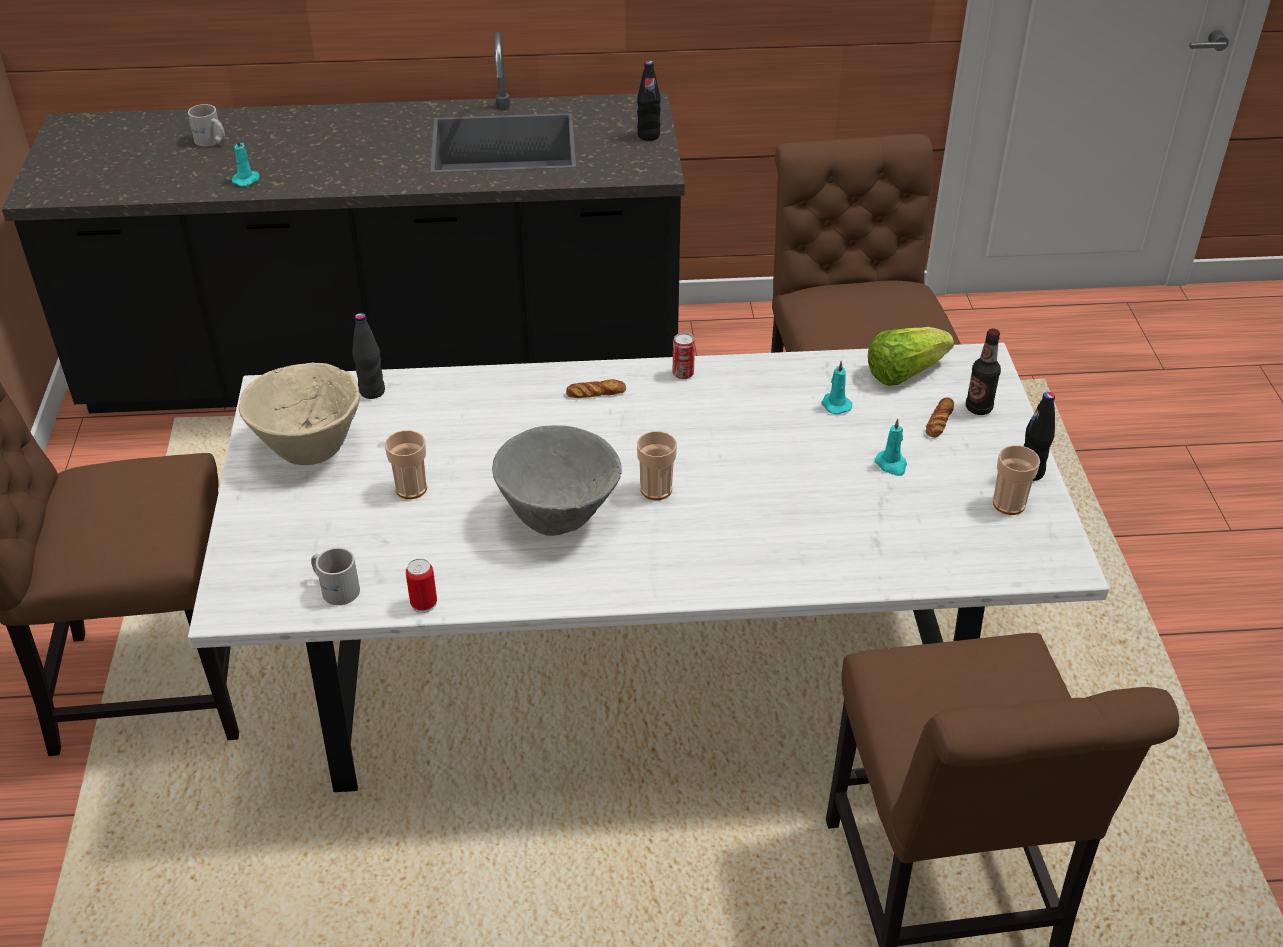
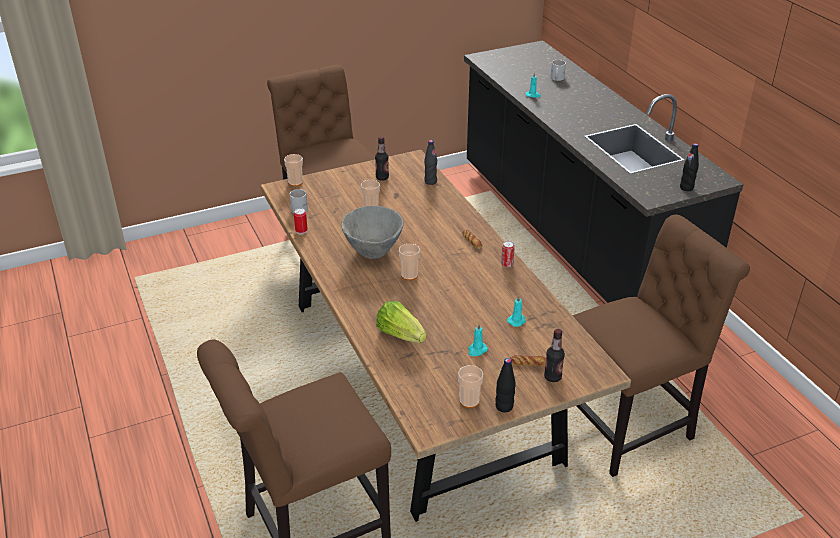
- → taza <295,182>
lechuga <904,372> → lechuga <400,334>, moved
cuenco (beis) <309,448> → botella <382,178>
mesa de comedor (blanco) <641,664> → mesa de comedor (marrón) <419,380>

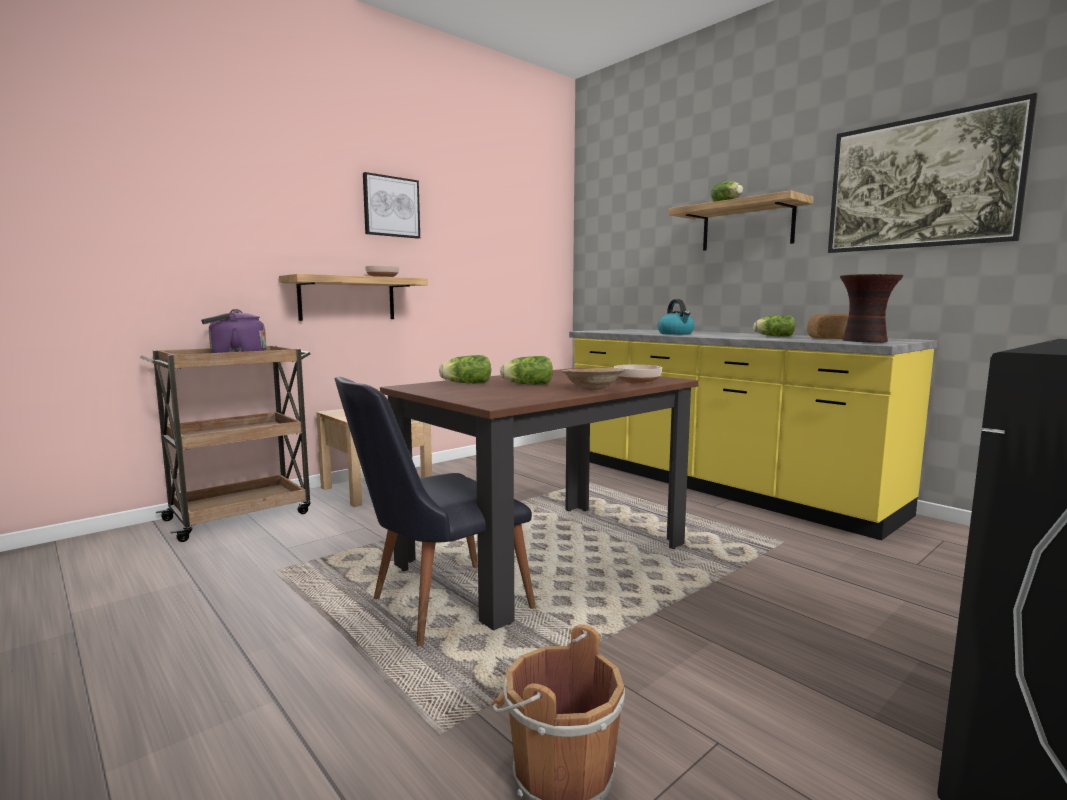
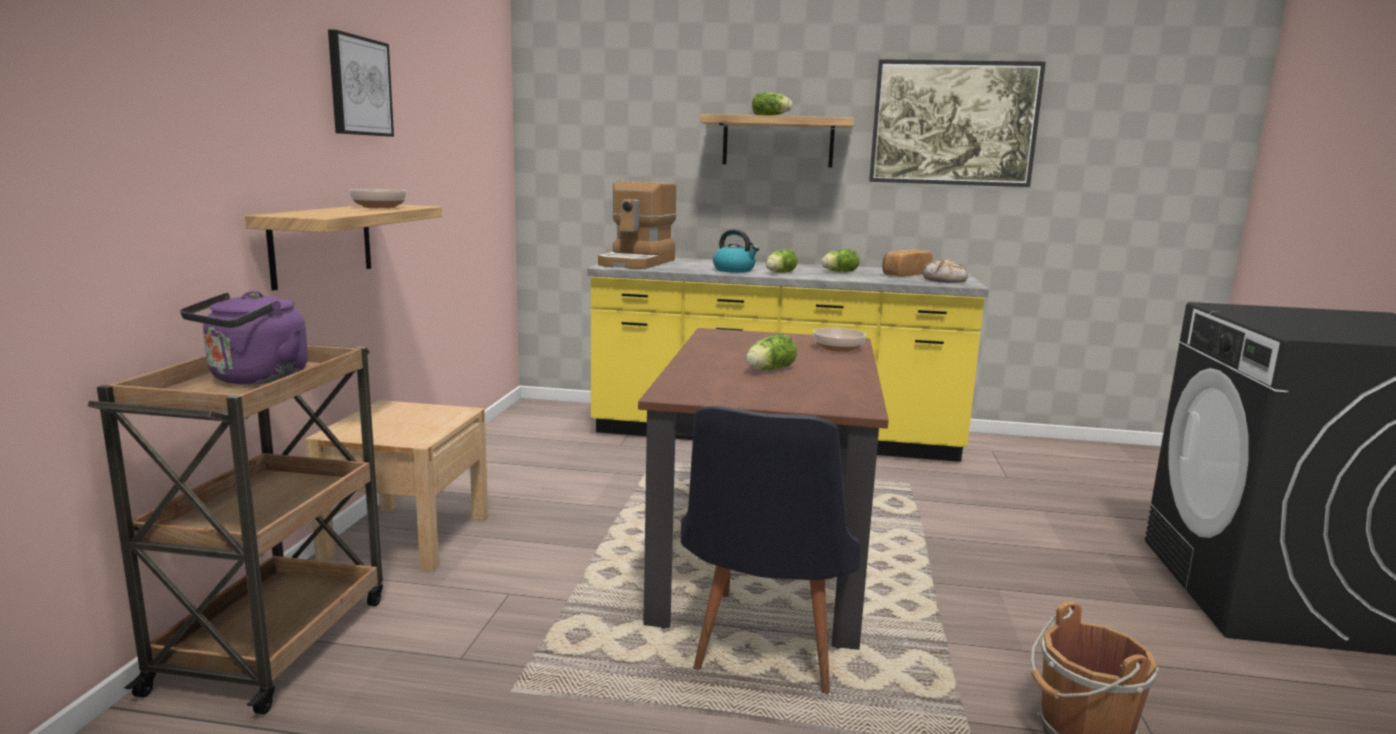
cuenco (marrón) <592,388> → -
- → cafetera <638,263>
lechuga <465,383> → lechuga <779,273>, moved
florero <865,341> → pan <944,280>

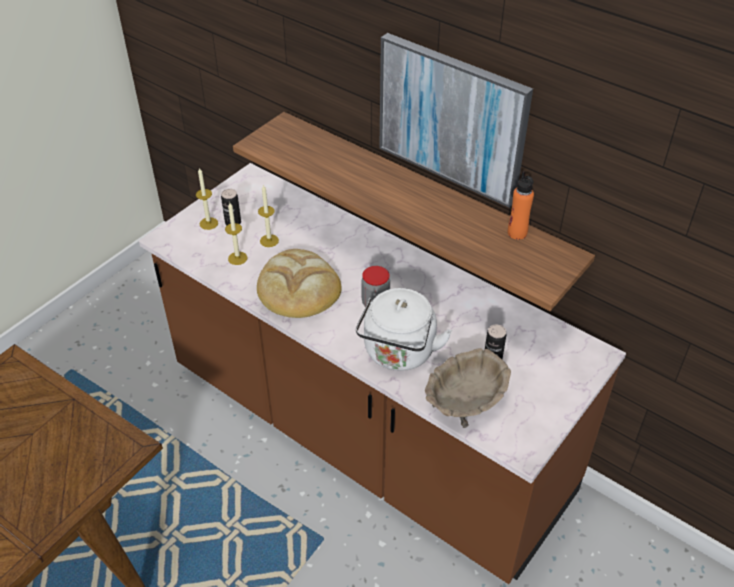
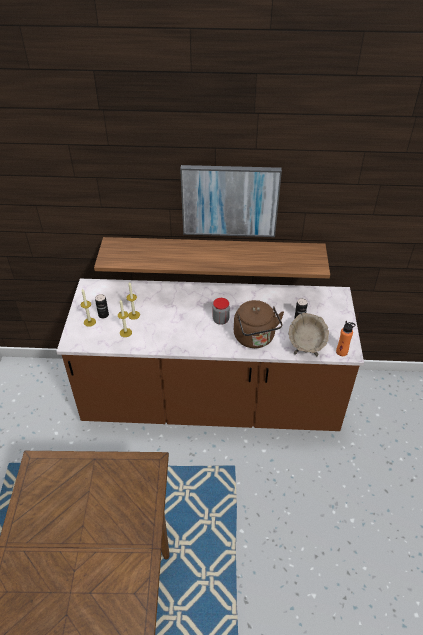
pan <298,288> → -
botella (naranja) <517,233> → botella (naranja) <342,352>, moved
hervidor (blanco) <398,354> → hervidor (marrón) <255,338>

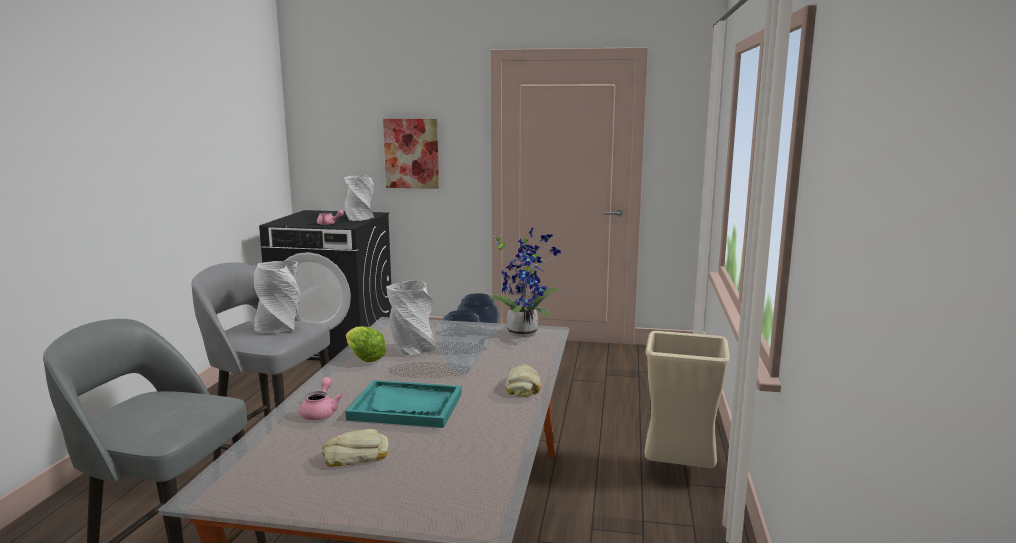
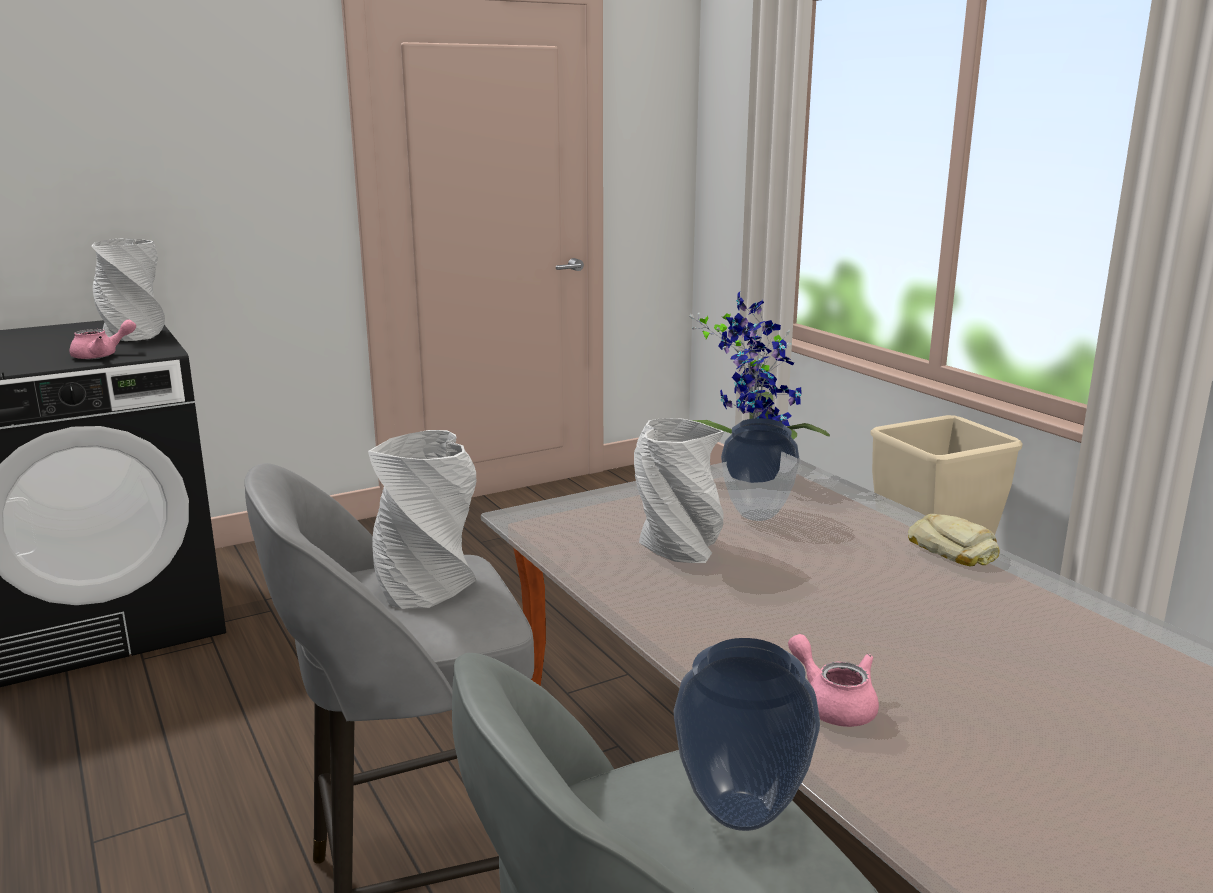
pan <355,455> → -
lechuga <365,358> → -
bandeja (turquesa) <406,406> → -
cuadro <411,153> → -
florero <462,369> → florero <743,813>, moved

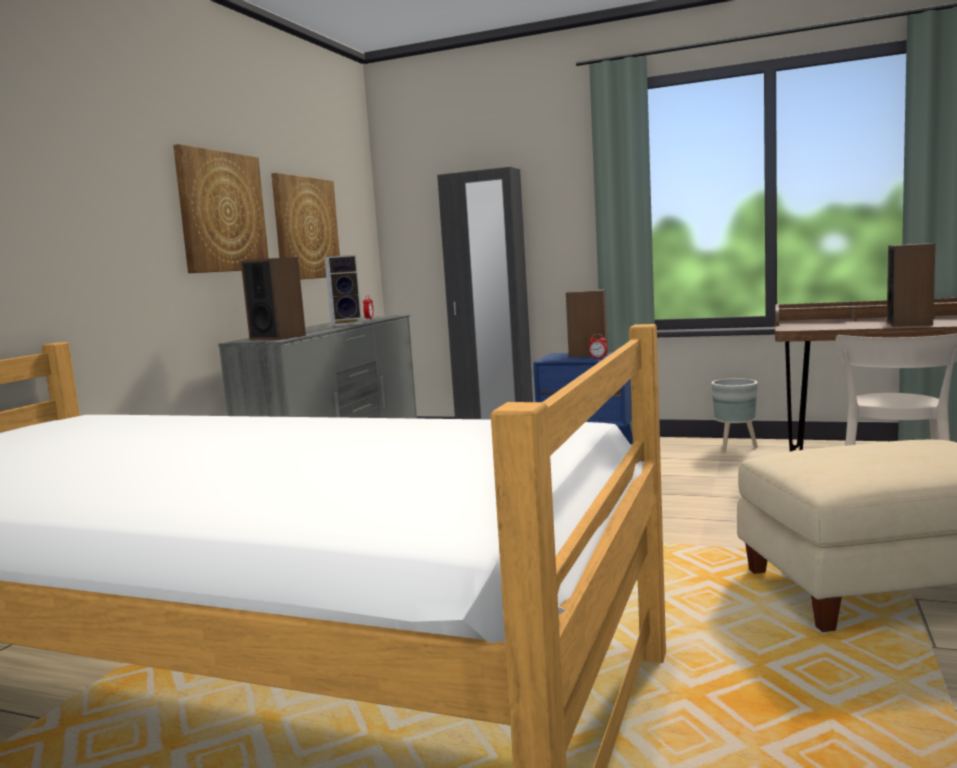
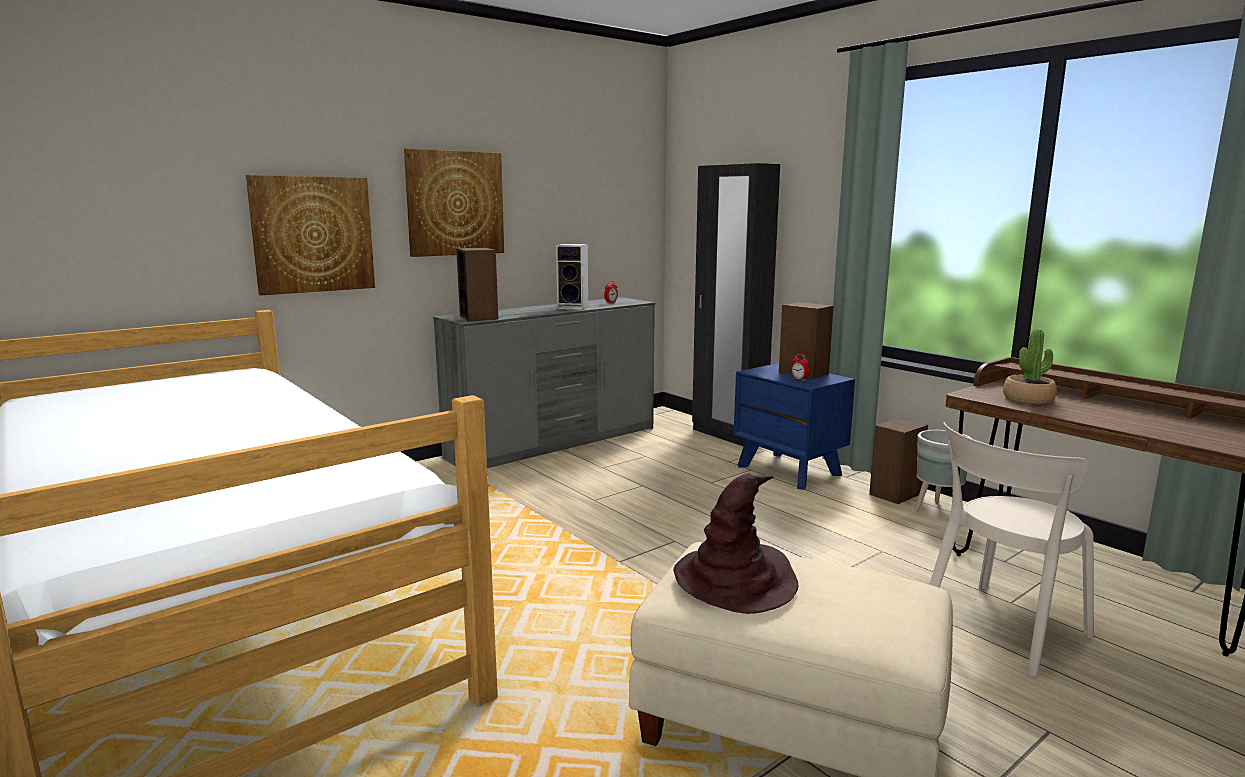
- → sombrero (marrón) <736,580>
- → planta en maceta <1028,399>
cuadro <305,228> → cuadro <313,234>, moved
altavoz <909,323> → altavoz <895,494>, moved

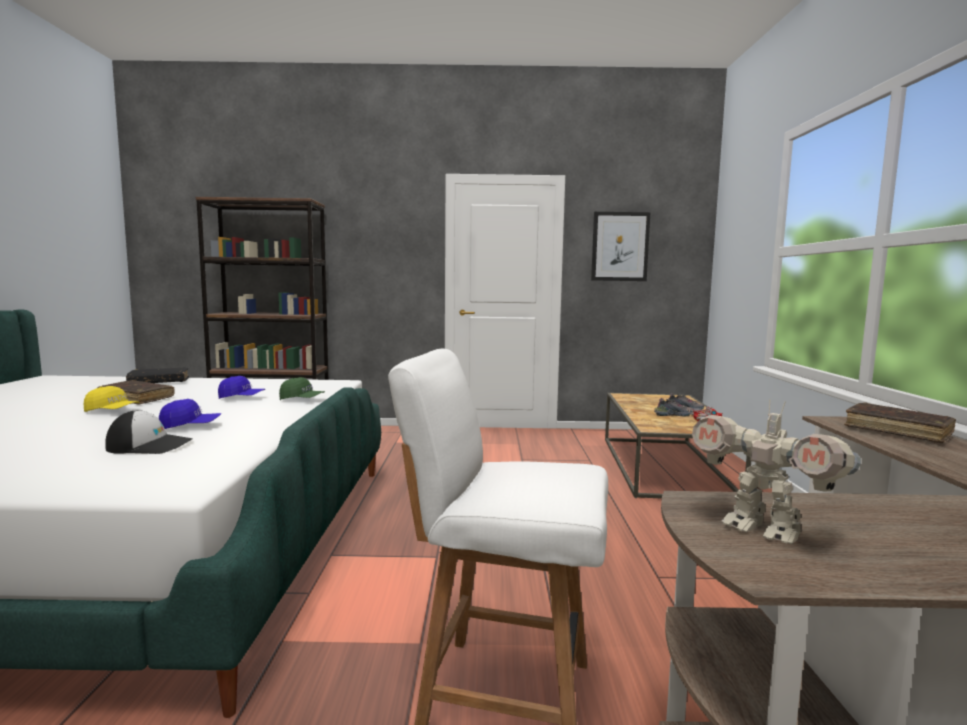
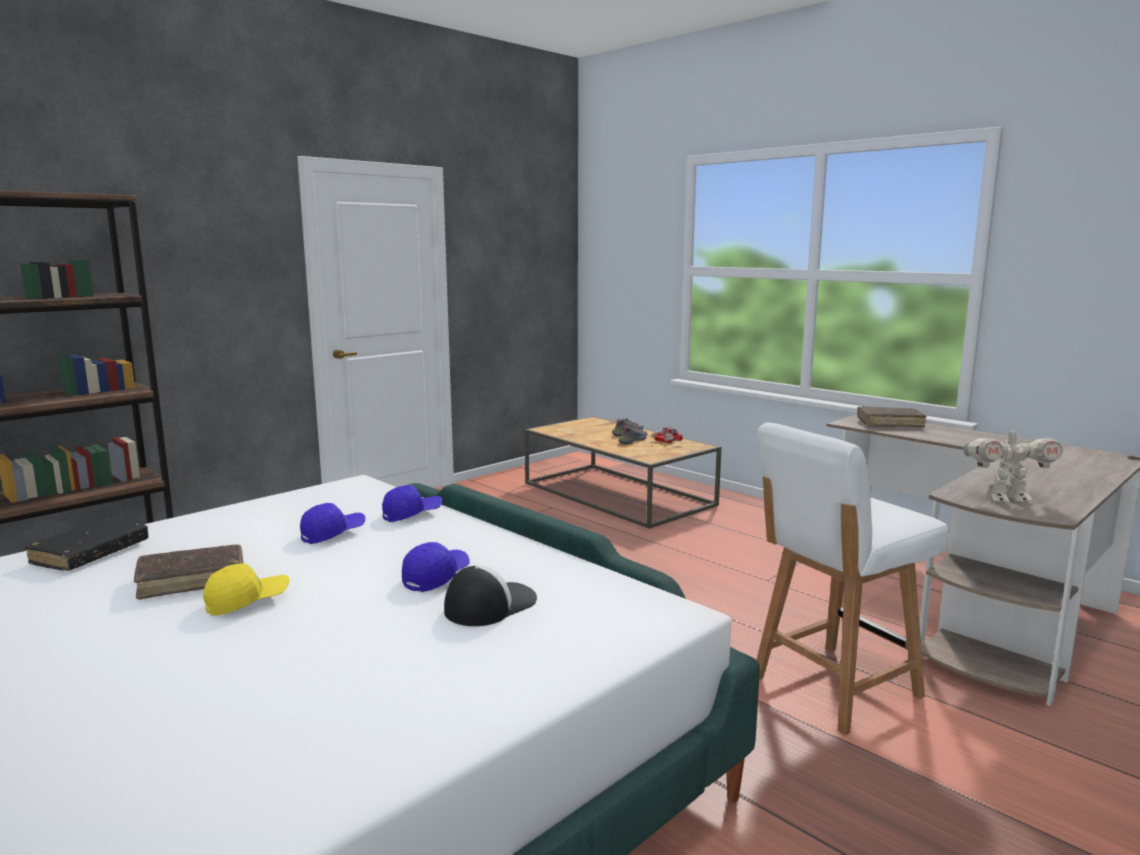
cuadro <620,246> → -
gorra (verde) <302,400> → gorra (azul) <412,514>

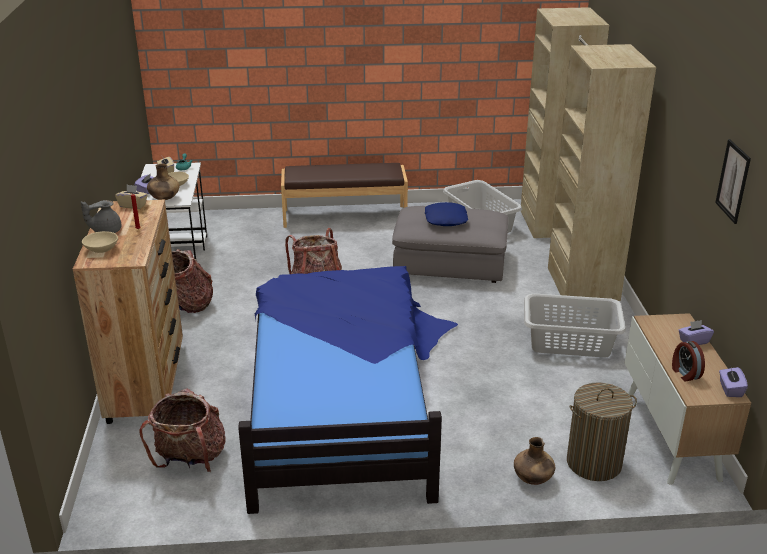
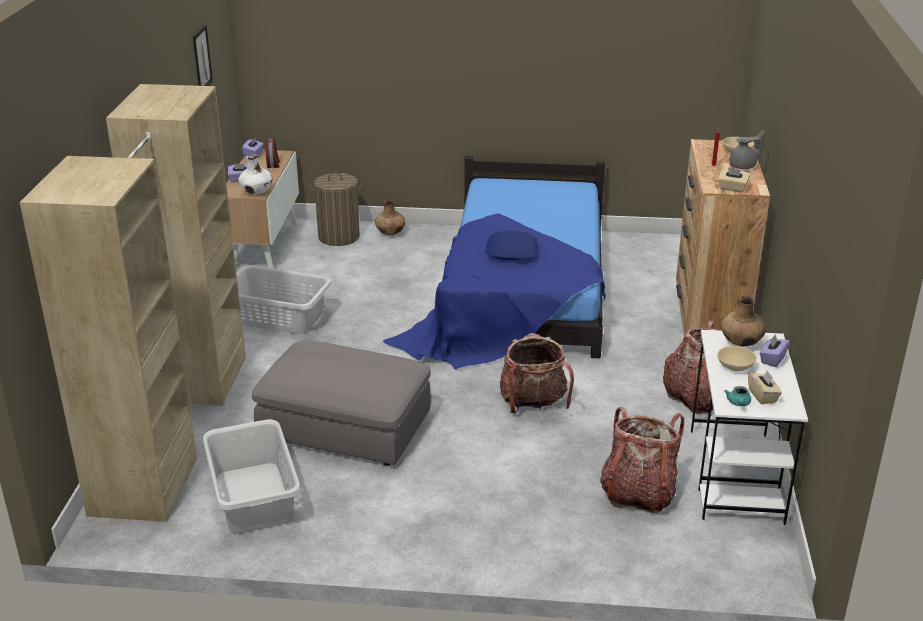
banco (marrón) <344,216> → -
- → florero (blanco) <257,192>
mochila <190,459> → mochila <638,493>, moved
cojín (azul) <445,219> → cojín (azul) <512,252>, moved

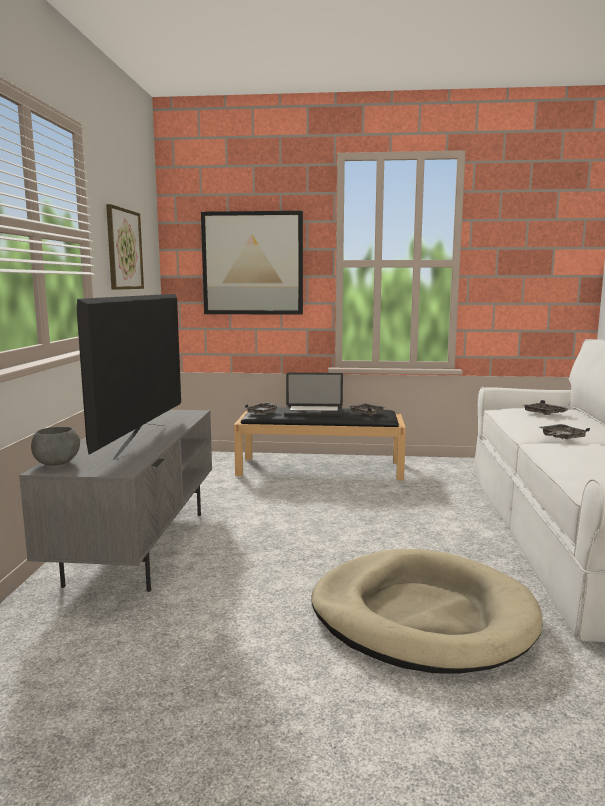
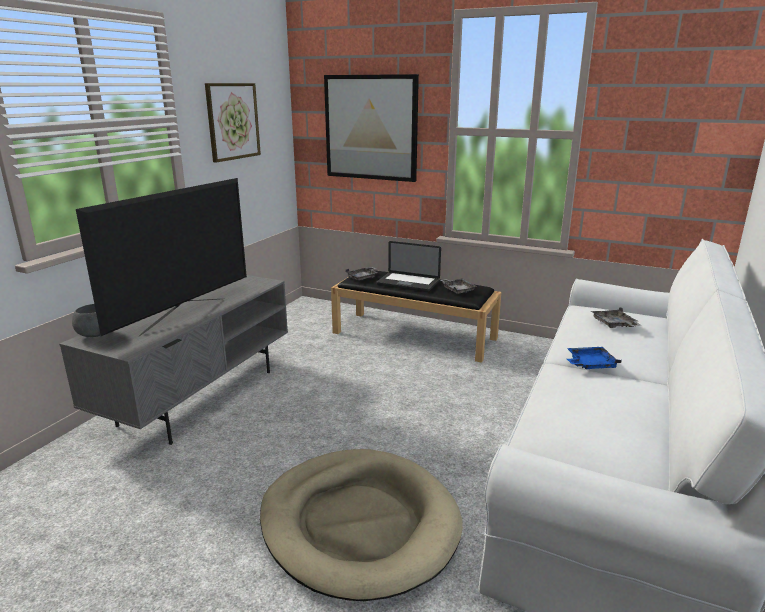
bandeja (gris) <561,438> → bandeja (azul) <590,364>

